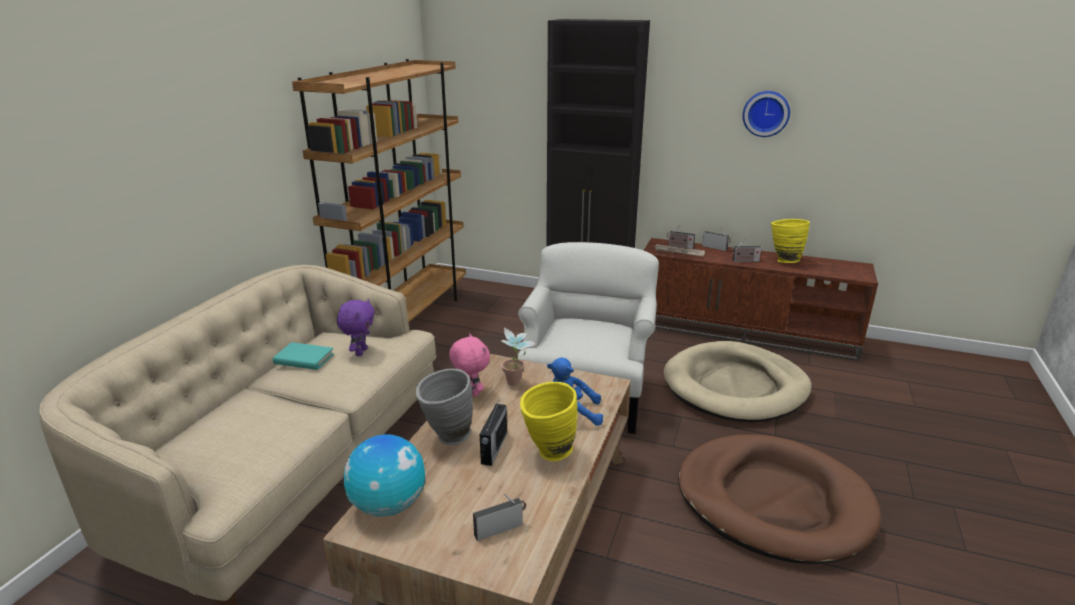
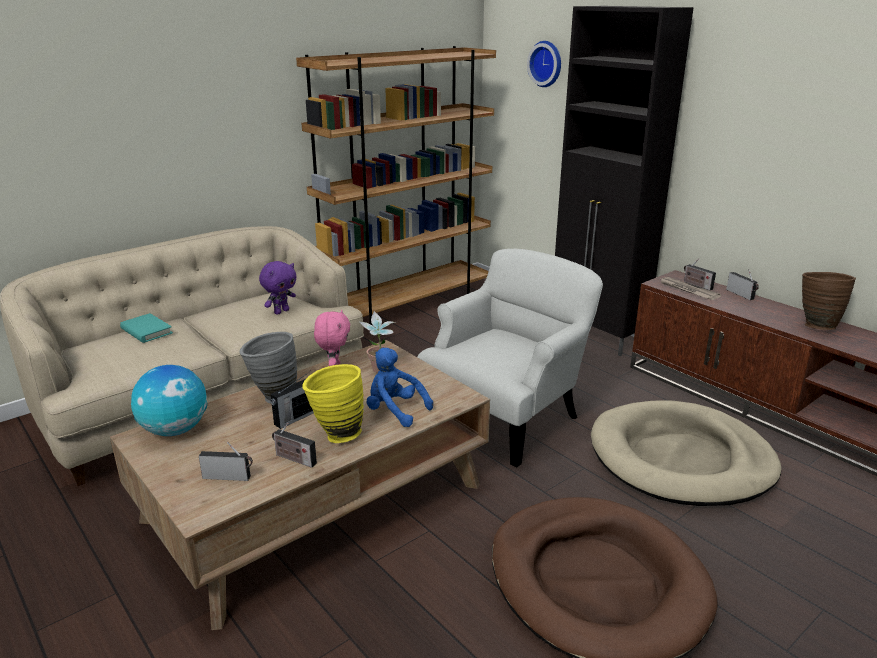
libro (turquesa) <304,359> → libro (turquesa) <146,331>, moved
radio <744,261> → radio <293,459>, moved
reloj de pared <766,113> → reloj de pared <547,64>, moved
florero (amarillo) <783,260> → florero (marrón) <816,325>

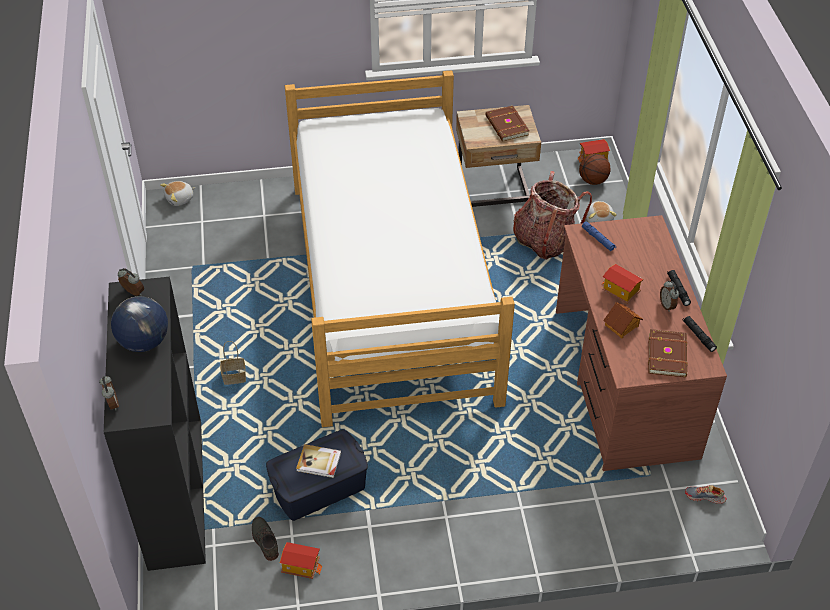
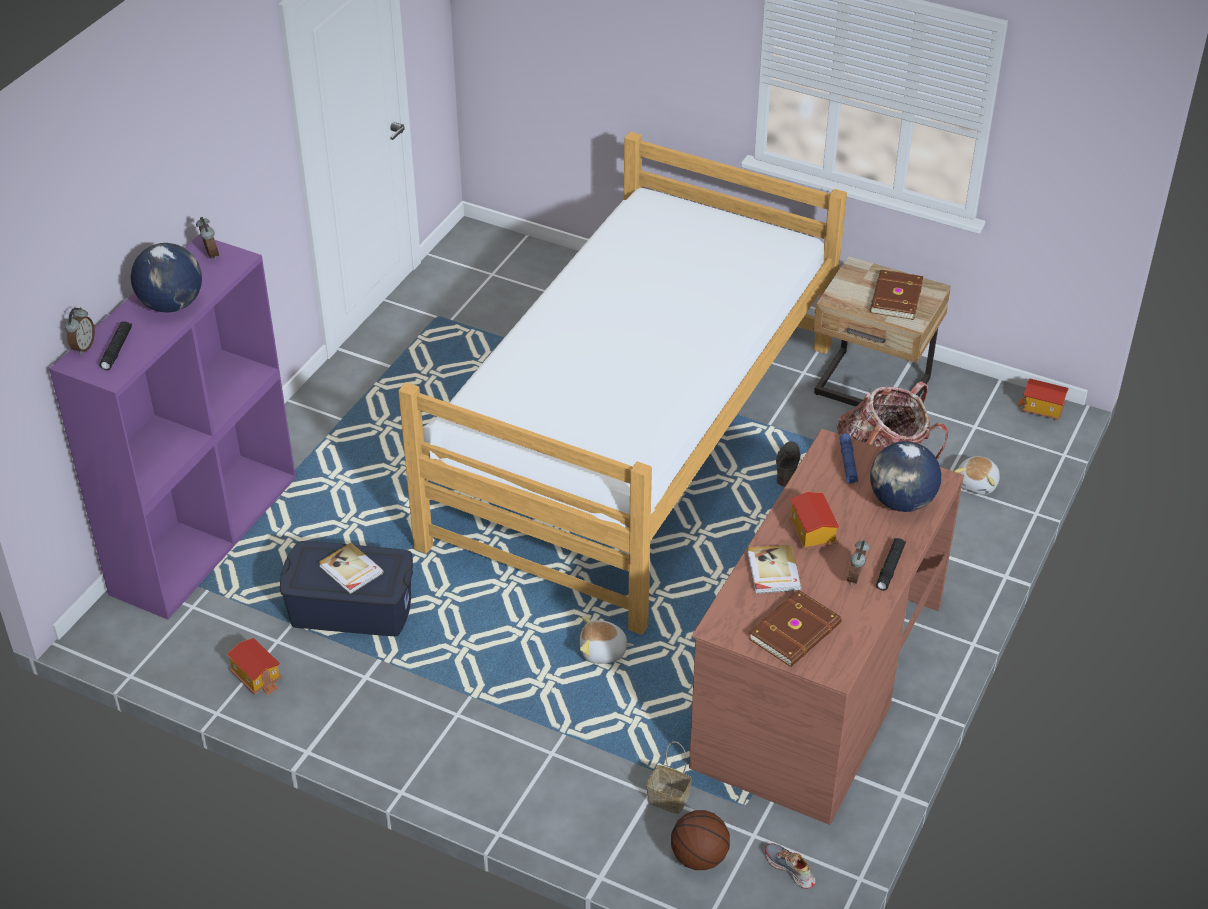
- → globo terráqueo <902,502>
peluche <180,199> → peluche <603,652>, moved
cesta <233,378> → cesta <666,798>, moved
zapato (gris) <264,540> → zapato (gris) <787,466>, moved
balón de baloncesto <593,180> → balón de baloncesto <700,857>, moved
linterna (negro) <698,336> → linterna (negro) <117,349>, moved
casita <622,326> → libro <772,571>
estantería (negro) <174,492> → estantería (morado) <204,533>

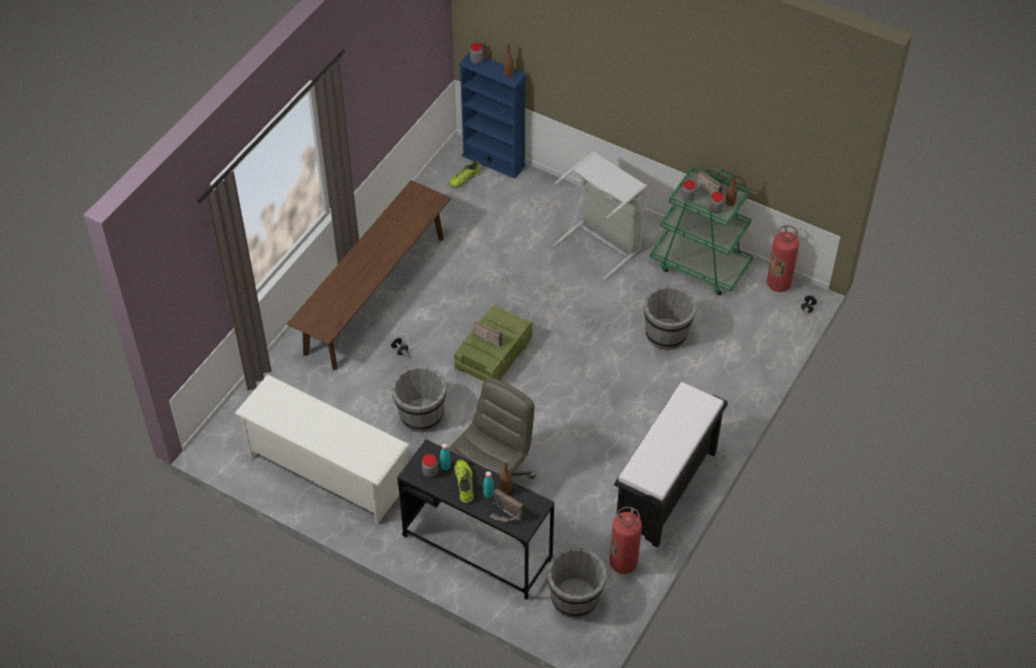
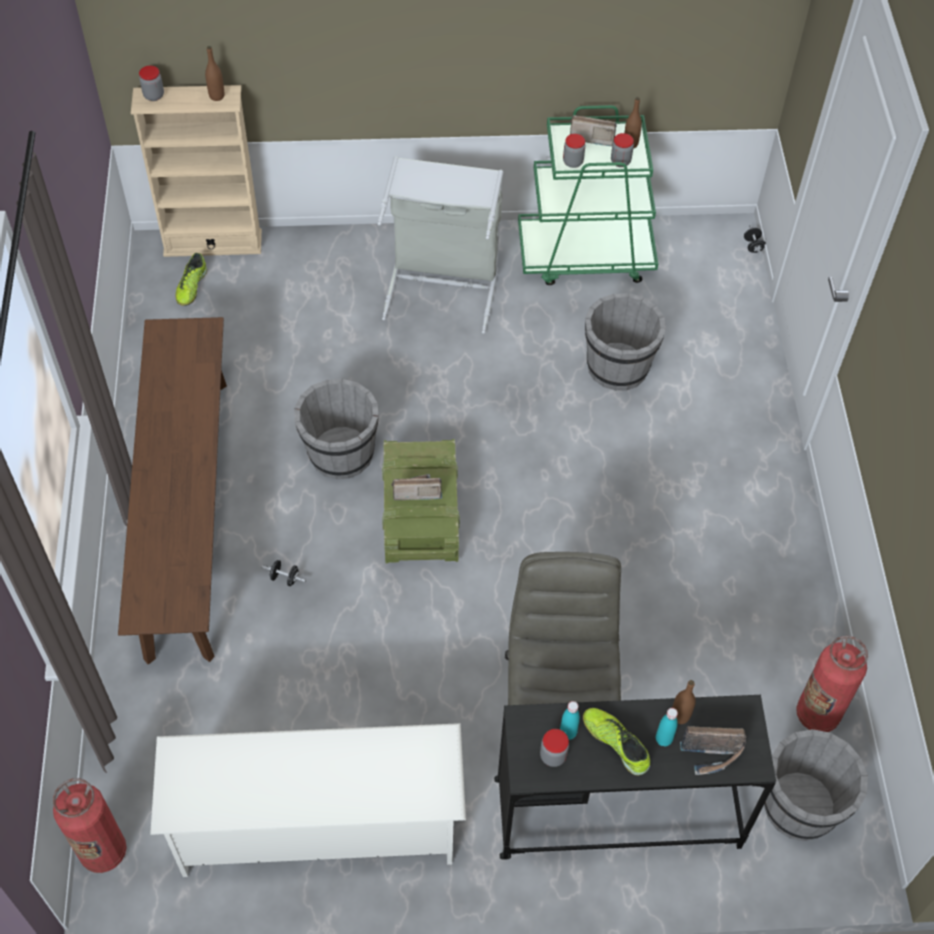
banco (negro) <666,490> → -
cubo (gris) <421,415> → cubo (gris) <340,454>, moved
extintor <778,284> → extintor <103,851>, moved
estantería (azul) <493,160> → estantería (beis) <213,243>

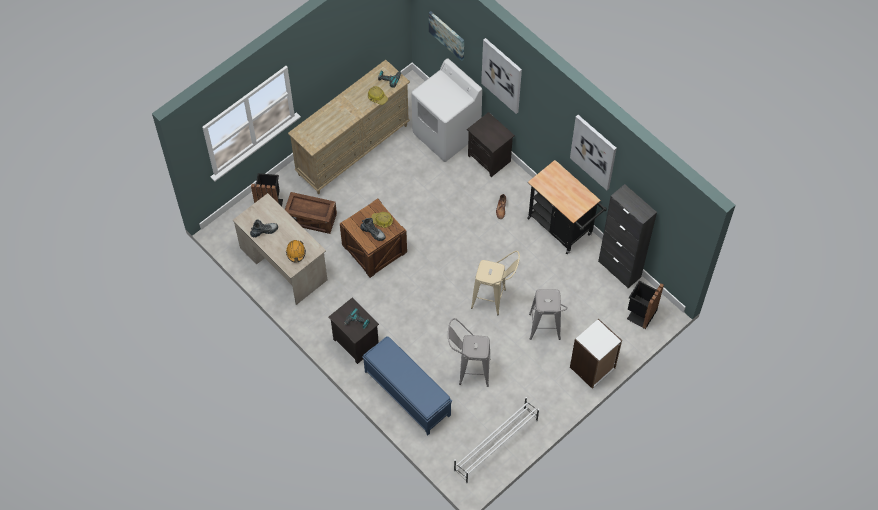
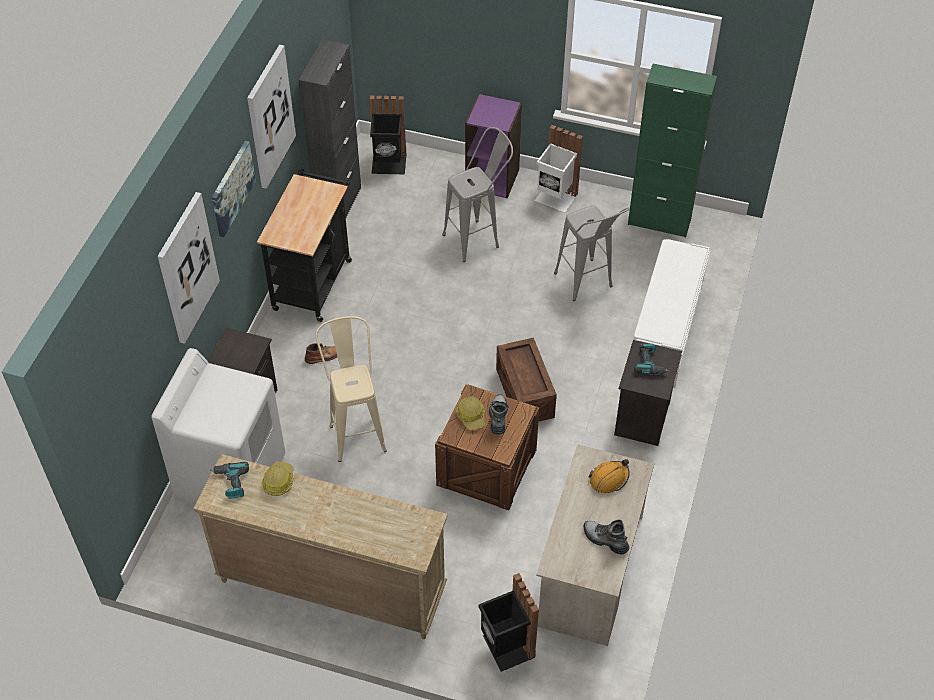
- → papelera (blanco) <555,198>
caja de embalaje <311,219> → caja de embalaje <525,393>, moved
cuadro <447,35> → cuadro <232,188>, moved
taburete (beis) <494,300> → taburete (beis) <356,430>, moved
zapatero (blanco) <495,445> → armario (verde) <659,222>
banco (azul) <407,393> → banco (blanco) <665,331>
estantería (blanco) <592,368> → estantería (morado) <492,178>

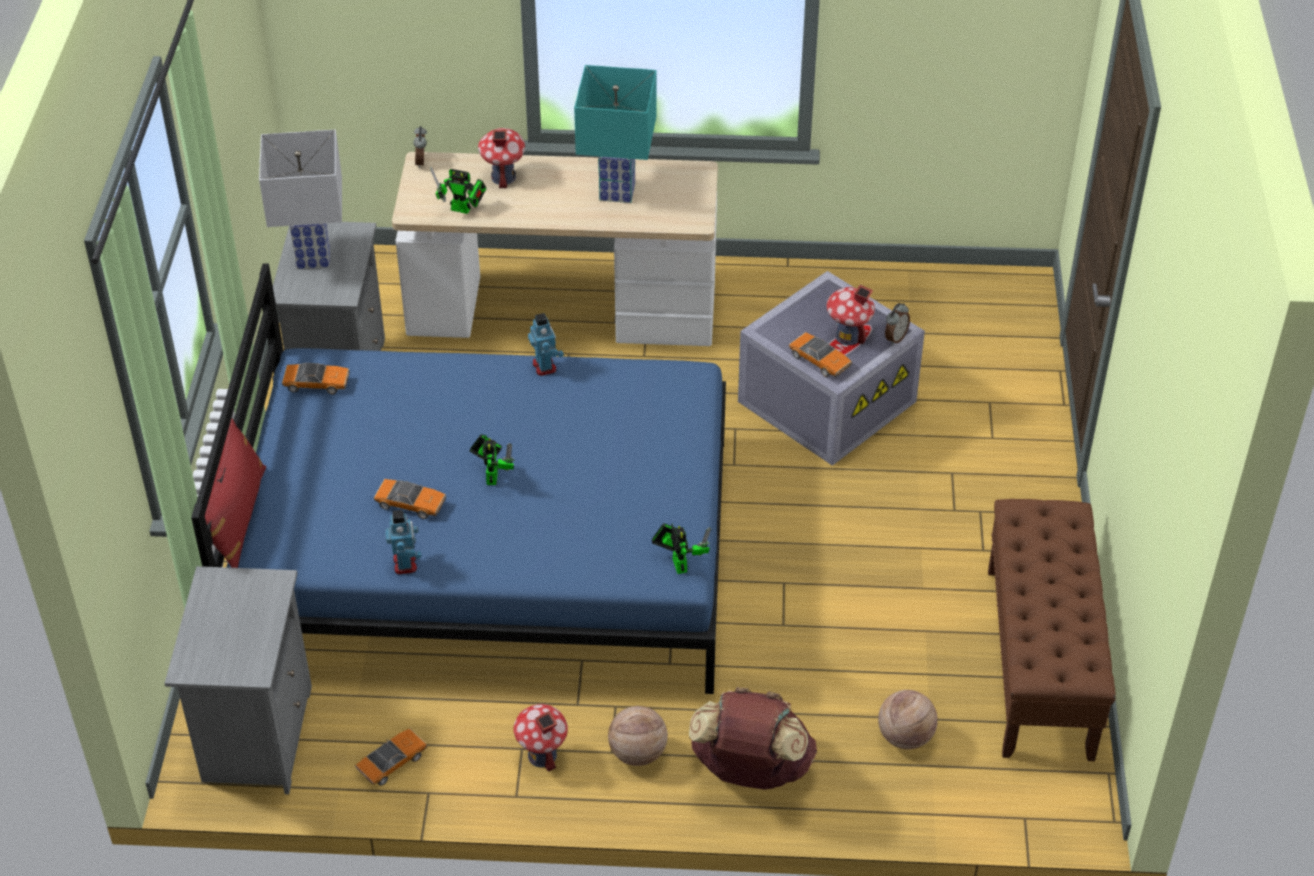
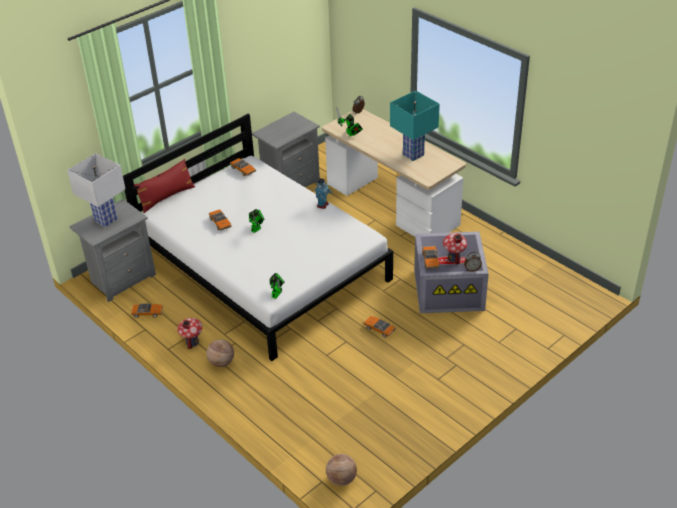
robot de juguete <406,564> → -
casita <503,177> → -
mochila (marrón) <750,770> → -
banco (marrón) <1039,662> → -
- → coche de juguete <379,329>
lámpara de mesa (blanco) <314,258> → lámpara de mesa (blanco) <105,220>, moved
balón de baloncesto <905,737> → balón de baloncesto <341,479>, moved
cama (azul) <487,547> → cama (blanco) <263,266>

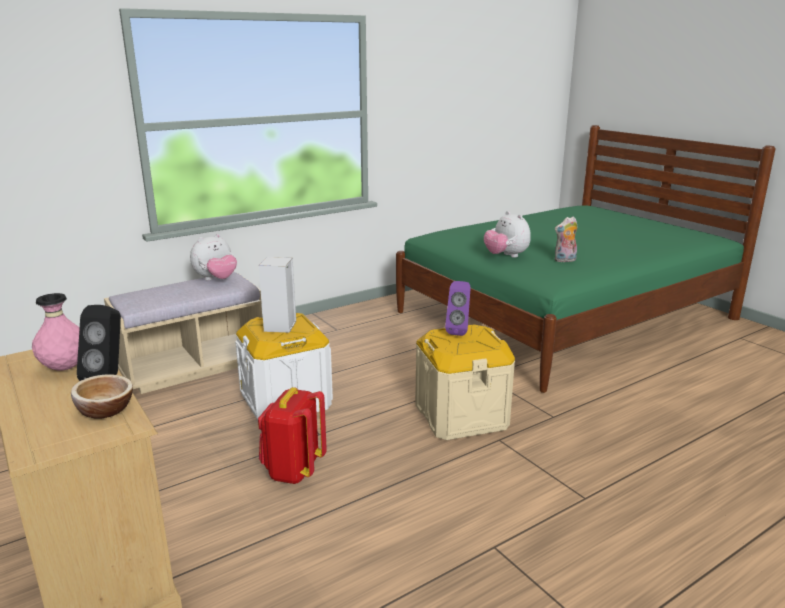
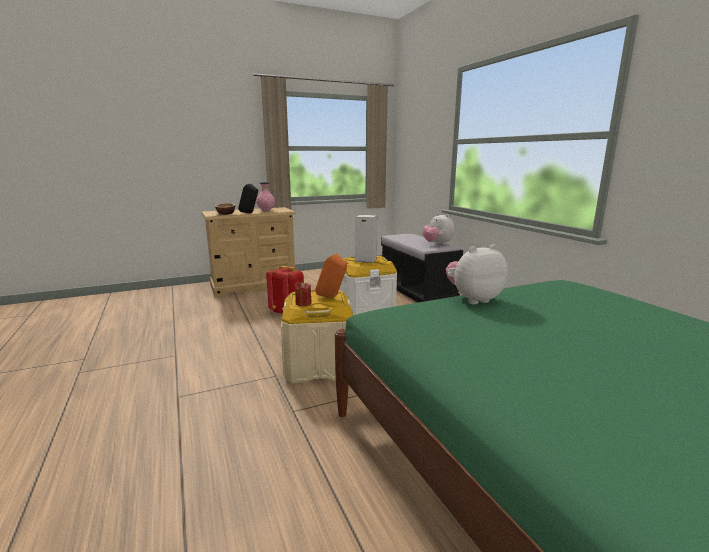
peluche <565,260> → -
- → vela (rojo) <303,303>
banco (beis) <193,367> → banco (negro) <417,291>
altavoz (morado) <458,331> → altavoz (naranja) <332,297>

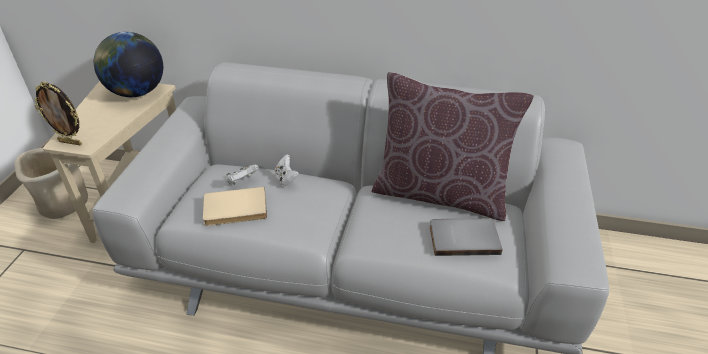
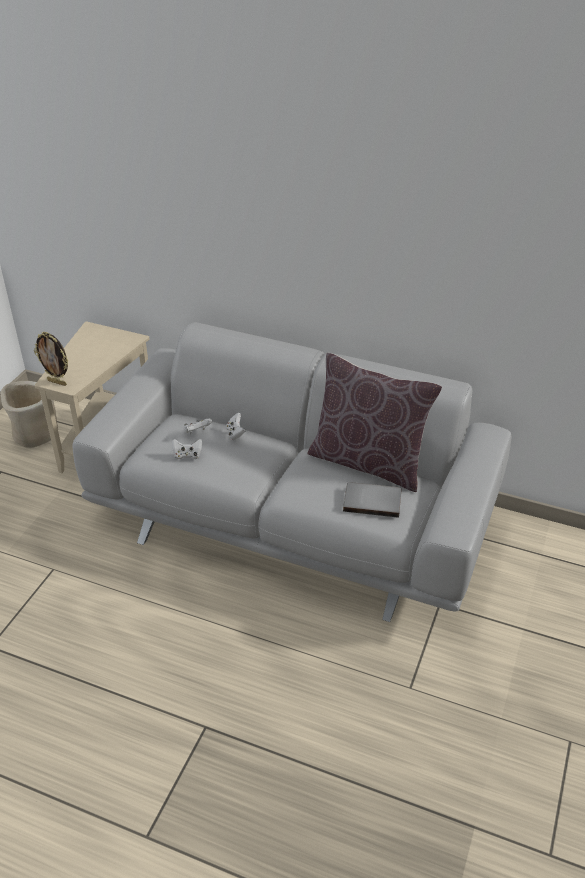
globo terráqueo <136,92> → -
libro (beis) <235,210> → mando de consola (blanco) <187,455>

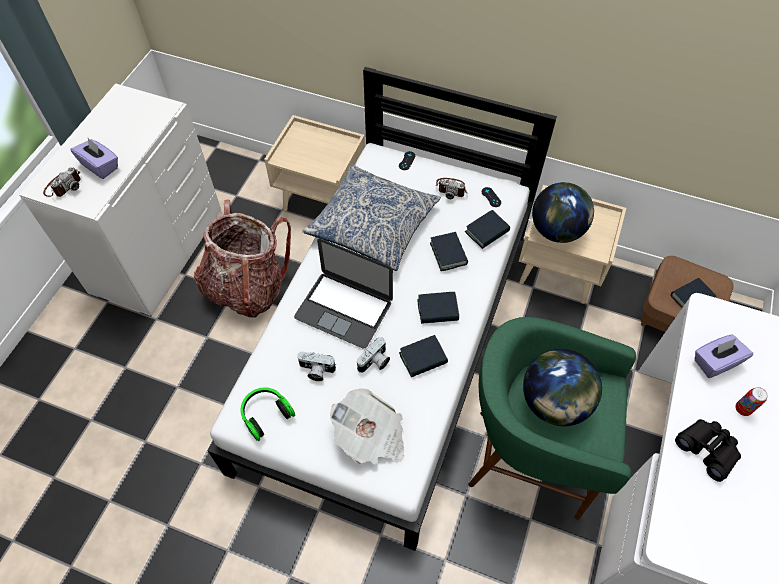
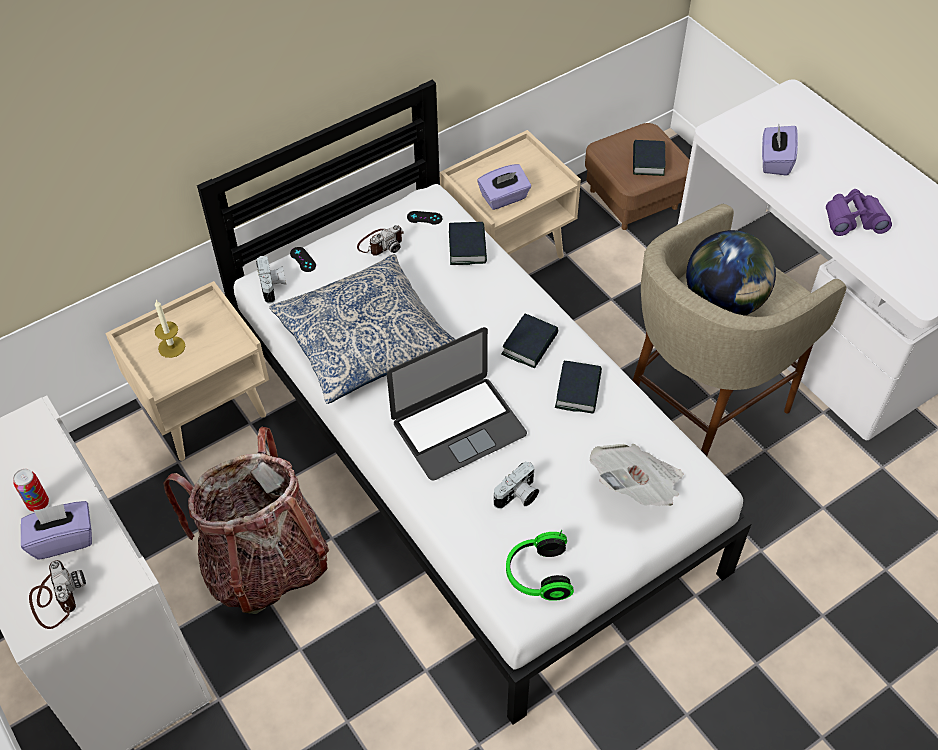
libro <448,253> → -
- → vela <171,347>
cámara <375,362> → cámara <273,286>, moved
lata <742,409> → lata <38,504>, moved
globo terráqueo <557,230> → caja de pañuelos (morado) <504,198>
taburete (verde) <527,459> → taburete (beis) <700,413>
prismáticos (negro) <707,449> → prismáticos (morado) <853,220>

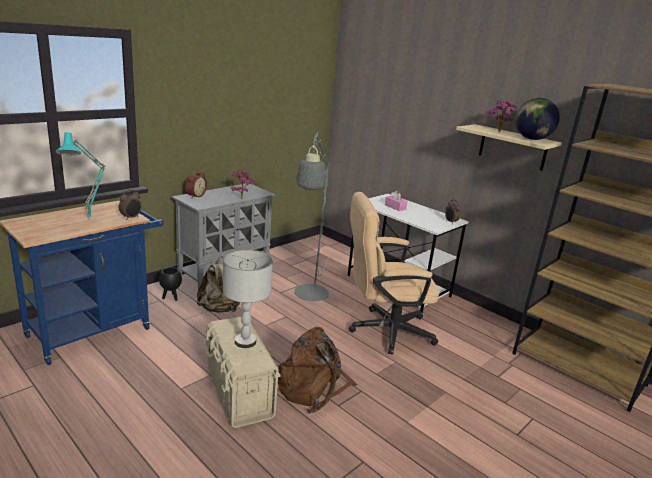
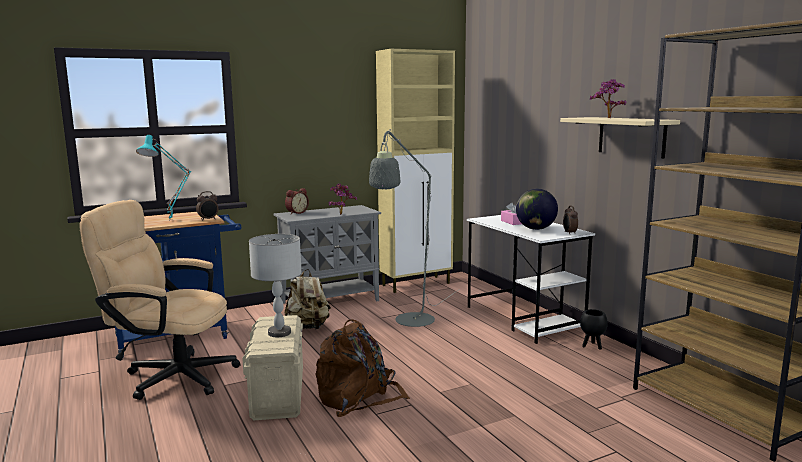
- → armario (beis) <417,284>
maceta (negro) <170,297> → maceta (negro) <592,346>, moved
silla de oficina (beis) <383,330> → silla de oficina (beis) <171,376>, moved
globo terráqueo <531,139> → globo terráqueo <535,229>, moved

